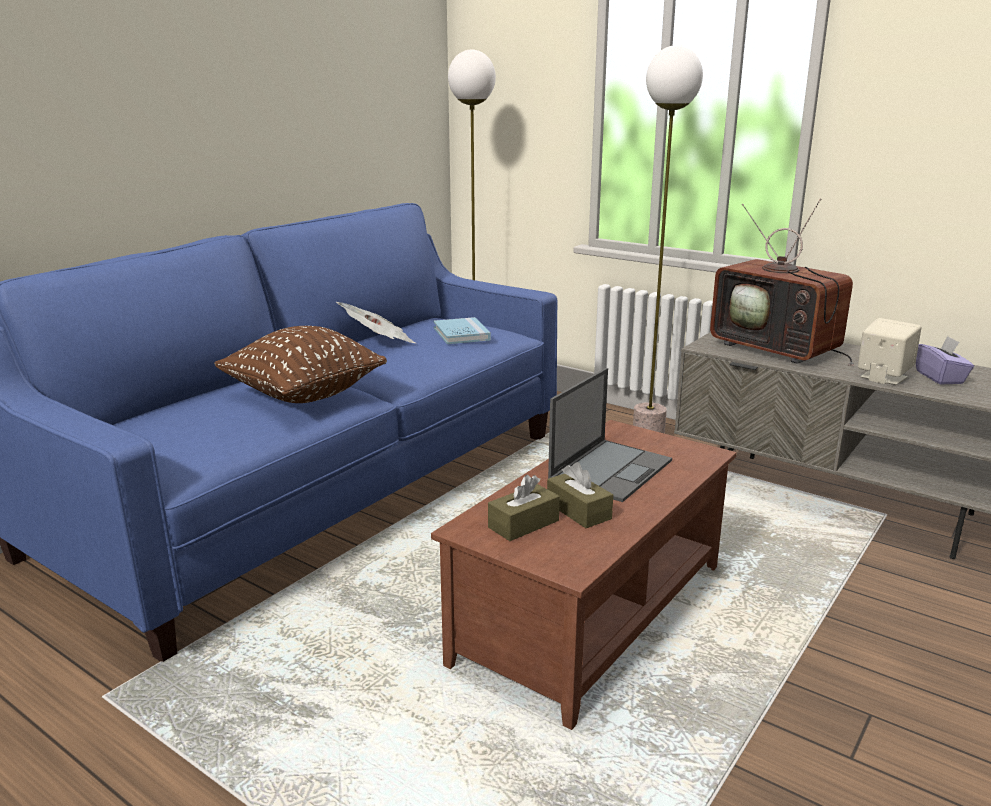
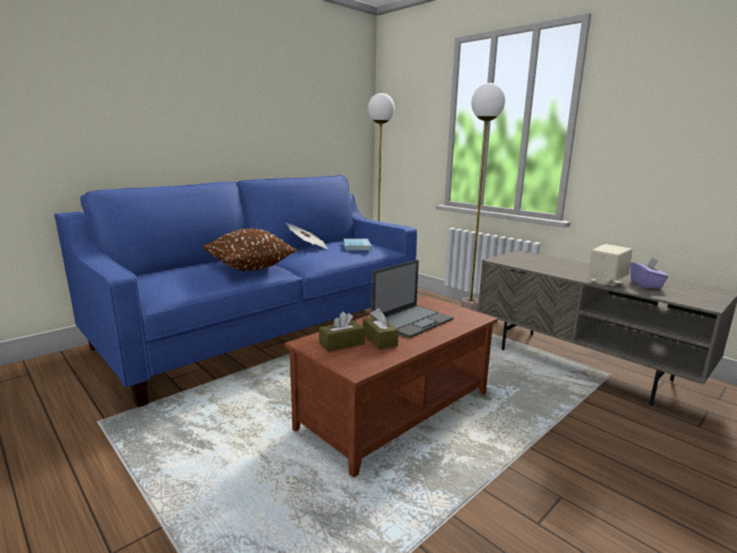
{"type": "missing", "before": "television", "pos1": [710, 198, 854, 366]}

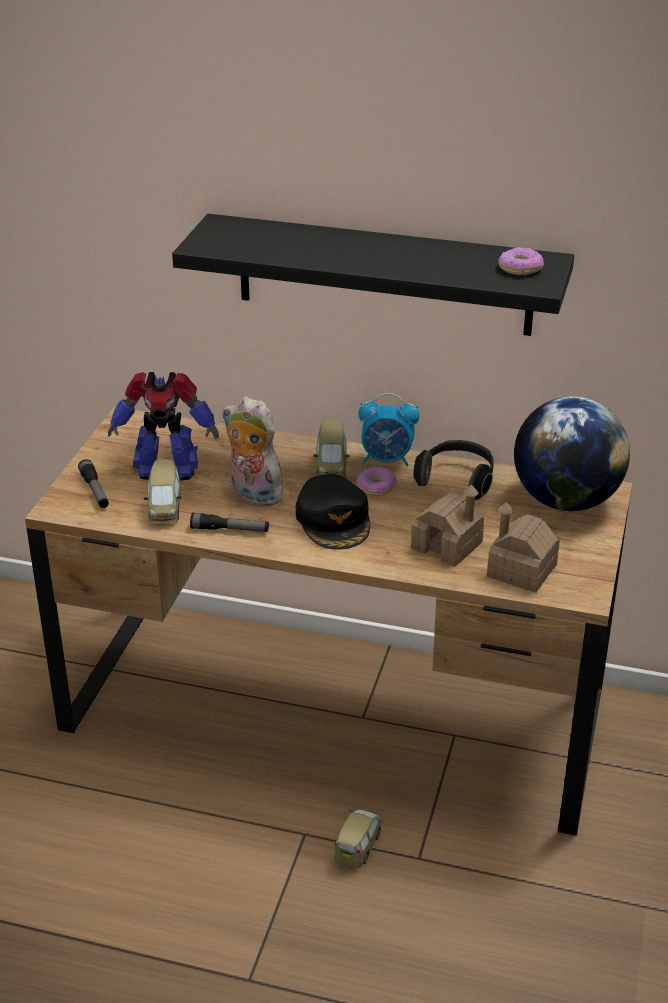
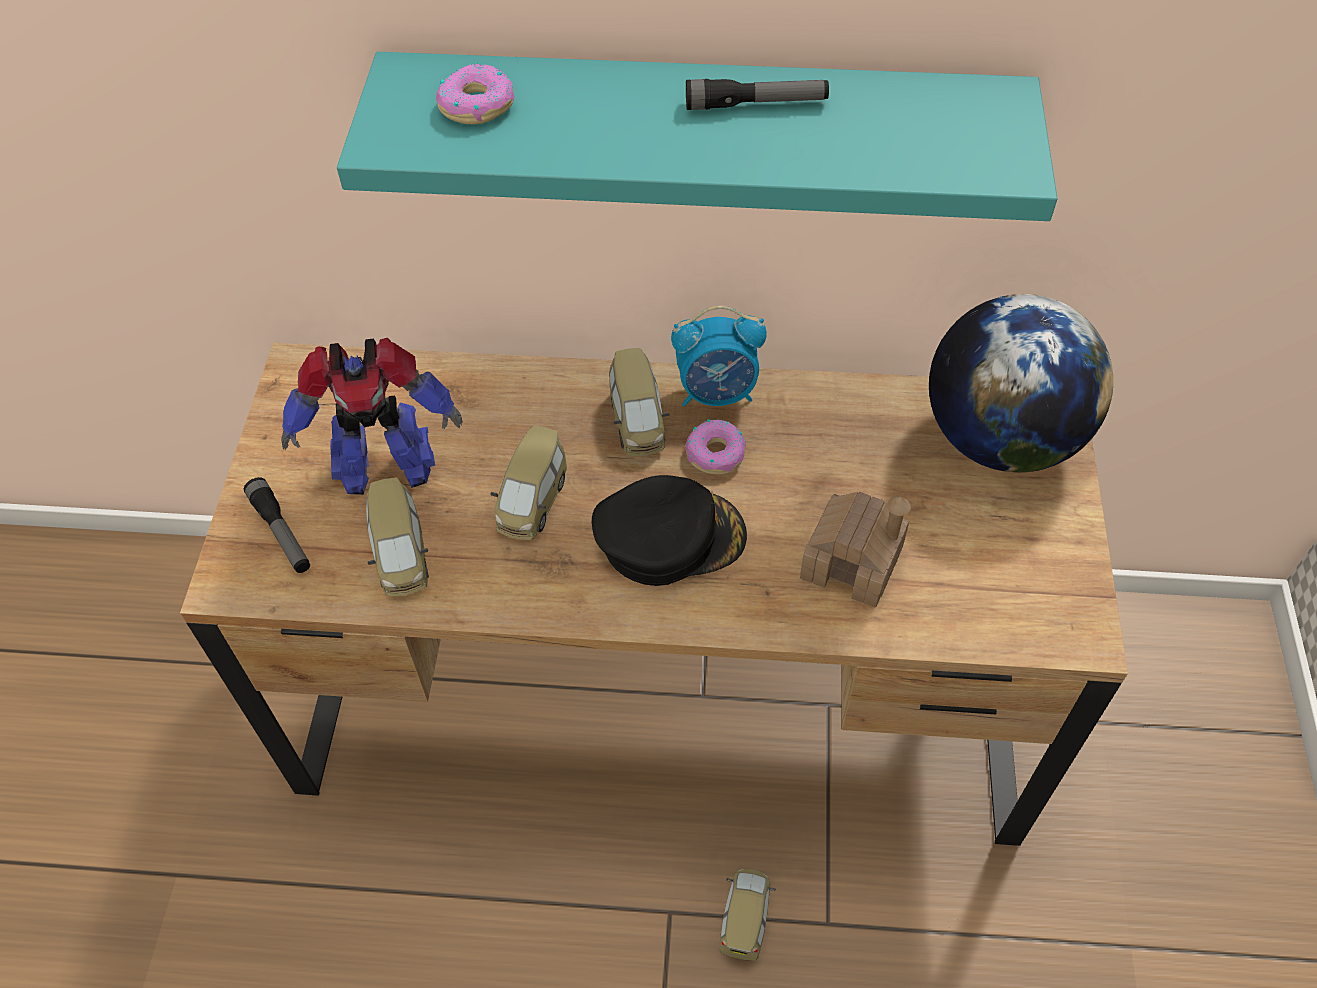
{"type": "colour", "before": "shelf (black)", "after": "shelf (turquoise)", "pos1": [172, 214, 574, 336], "pos2": [337, 52, 1057, 221]}
{"type": "relocated", "before": "donut", "pos1": [498, 247, 544, 275], "pos2": [436, 64, 515, 124]}
{"type": "exchanged", "before": "plush toy", "after": "toy car", "pos1": [222, 396, 286, 507], "pos2": [491, 425, 567, 540]}
{"type": "spun", "before": "cap (black)", "pos1": [296, 474, 370, 549], "pos2": [592, 475, 747, 586], "turn": -75}
{"type": "relocated", "before": "flashlight", "pos1": [190, 513, 269, 532], "pos2": [686, 79, 829, 110]}
{"type": "missing", "before": "headphones", "pos1": [413, 440, 493, 500]}
{"type": "missing", "before": "toy house", "pos1": [487, 502, 560, 593]}

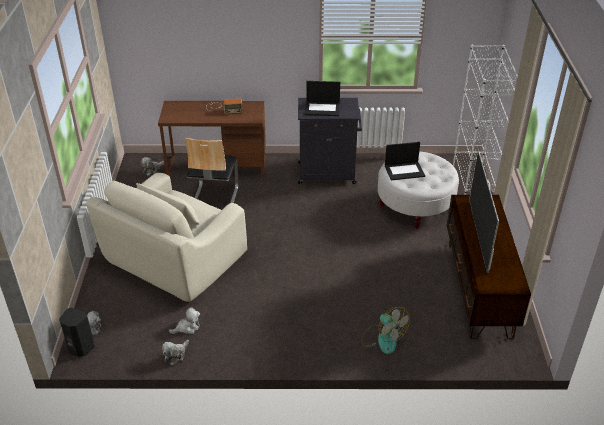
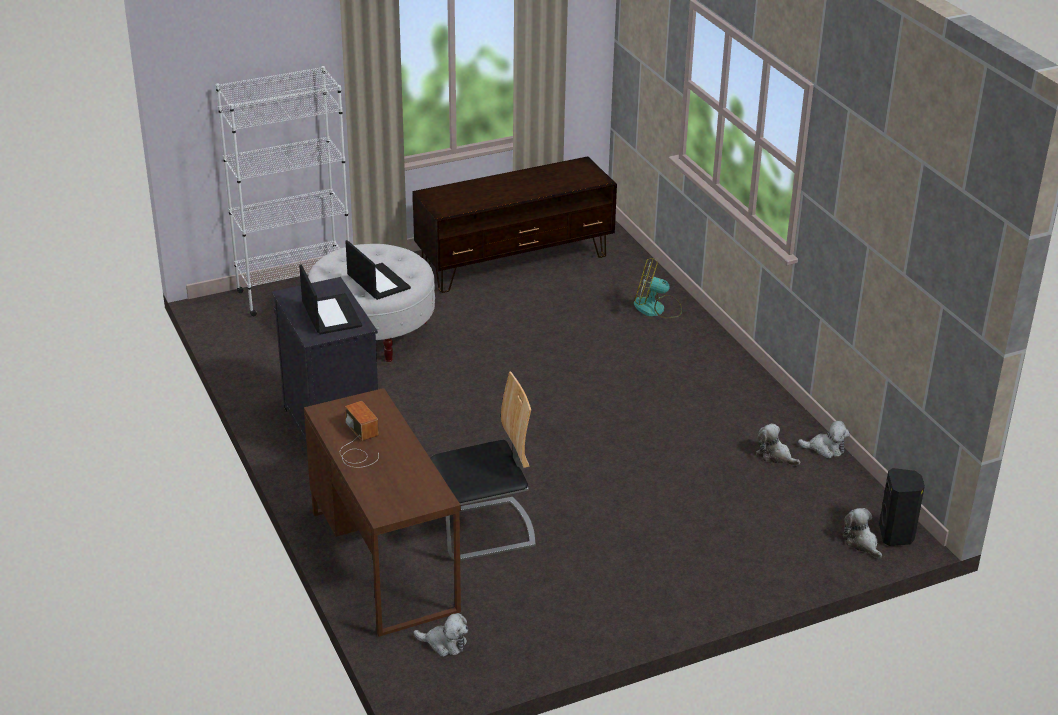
{"type": "spun", "before": "fan", "pos1": [361, 307, 410, 354], "pos2": [634, 258, 682, 319], "turn": -105}
{"type": "missing", "before": "armchair (beige)", "pos1": [86, 173, 247, 303]}
{"type": "missing", "before": "television", "pos1": [469, 151, 499, 273]}

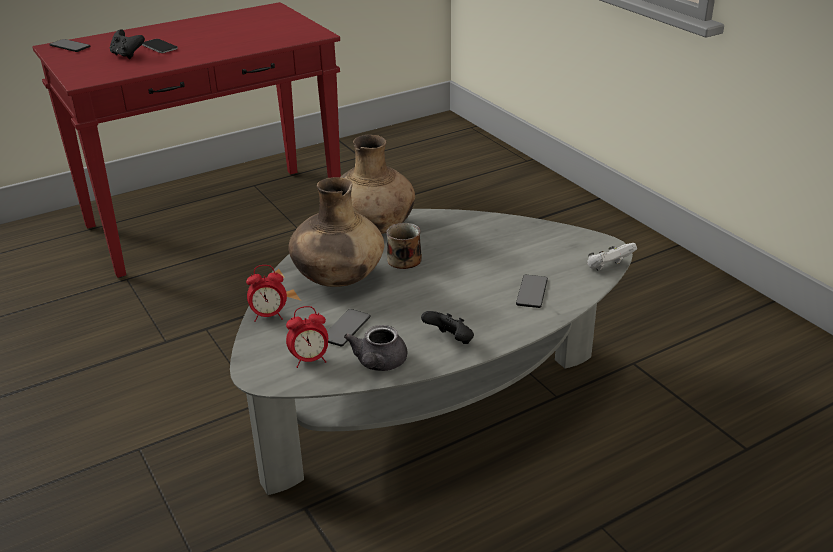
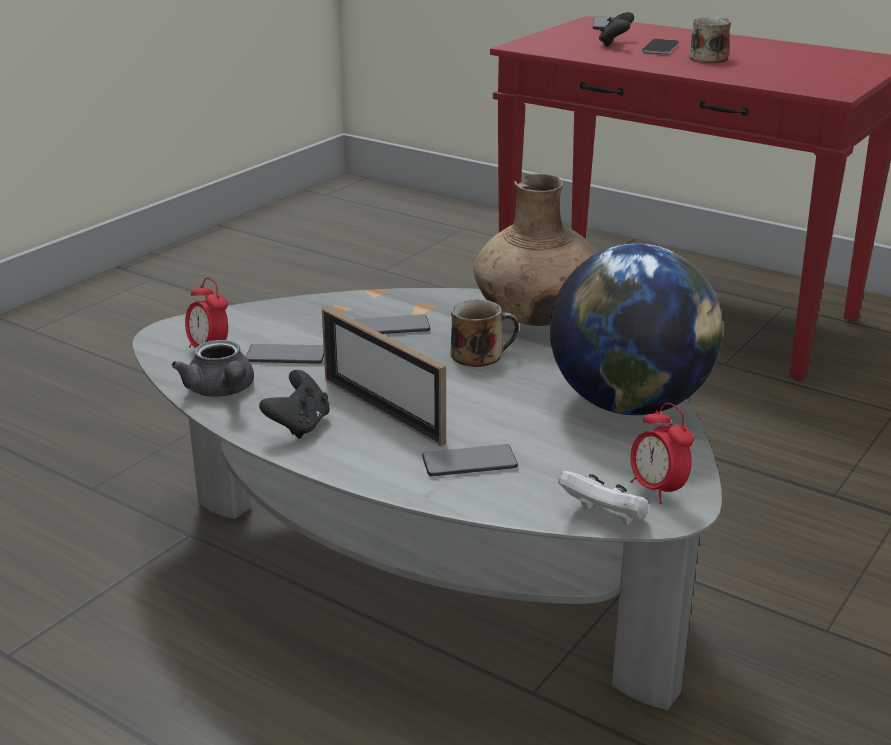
{"type": "spun", "before": "teapot (grey)", "pos1": [344, 325, 408, 371], "pos2": [172, 340, 254, 397], "turn": -105}
{"type": "appeared", "after": "picture frame", "pos2": [322, 307, 446, 446]}
{"type": "exchanged", "before": "vase (brown)", "after": "phone", "pos1": [289, 177, 384, 287], "pos2": [355, 315, 430, 334]}
{"type": "appeared", "after": "globe", "pos2": [550, 244, 723, 415]}
{"type": "relocated", "before": "alarm clock", "pos1": [246, 265, 287, 322], "pos2": [630, 403, 694, 504]}
{"type": "appeared", "after": "mug", "pos2": [689, 17, 731, 63]}

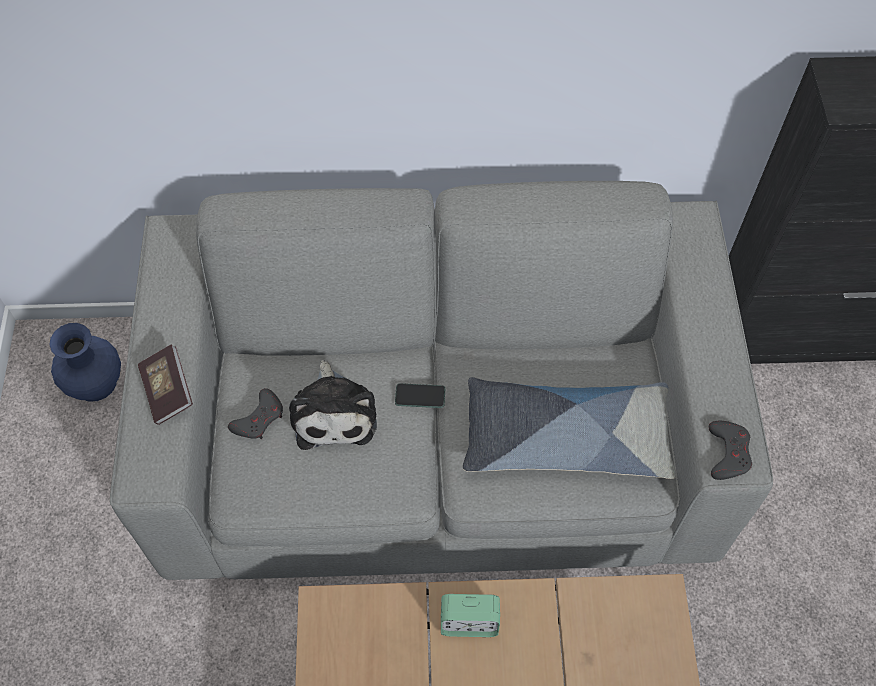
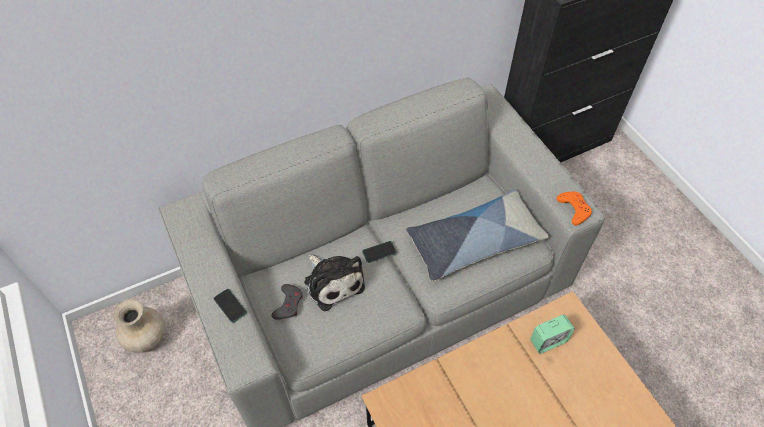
{"type": "colour", "before": "vase (blue)", "after": "vase (beige)", "pos1": [49, 323, 121, 402], "pos2": [113, 300, 165, 353]}
{"type": "exchanged", "before": "book", "after": "phone", "pos1": [138, 345, 193, 425], "pos2": [214, 289, 247, 323]}
{"type": "relocated", "before": "alarm clock", "pos1": [441, 594, 500, 637], "pos2": [530, 315, 575, 354]}
{"type": "colour", "before": "game controller (grey)", "after": "game controller (orange)", "pos1": [709, 421, 752, 480], "pos2": [556, 192, 592, 226]}

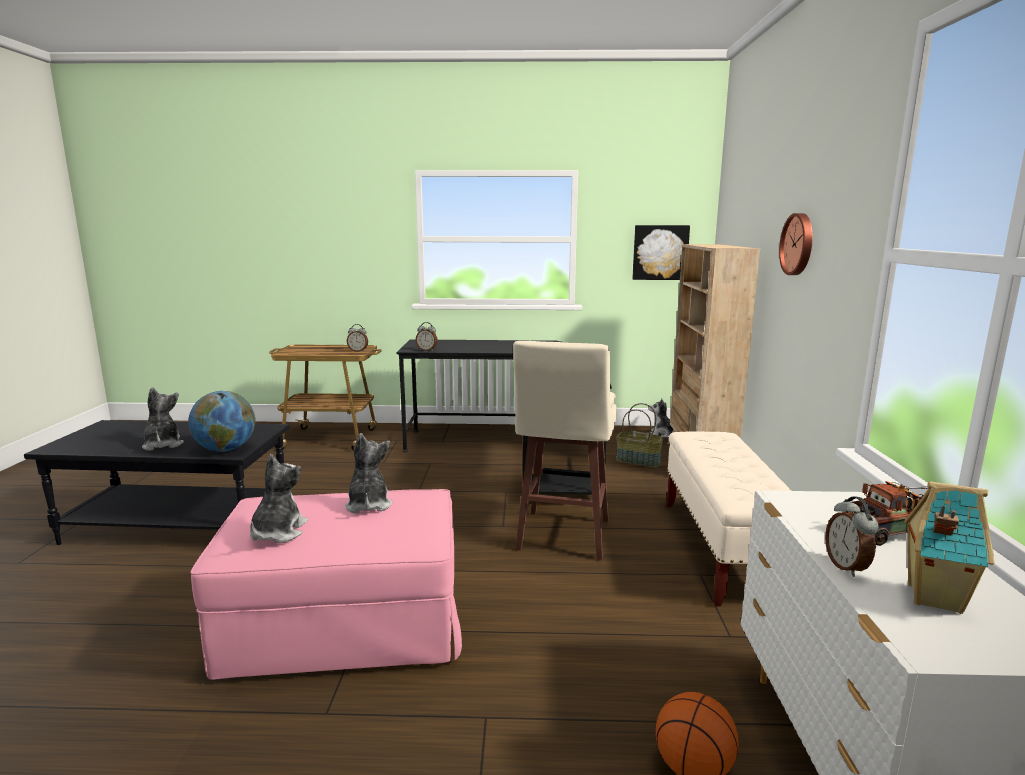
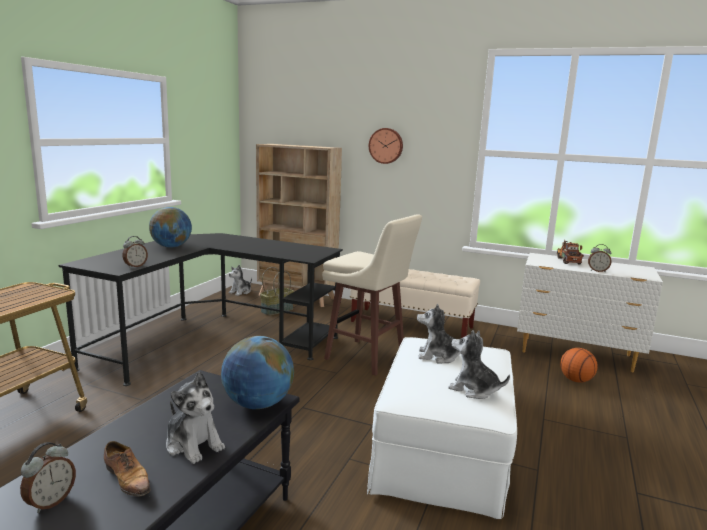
{"type": "relocated", "before": "alarm clock", "pos1": [347, 324, 368, 352], "pos2": [20, 442, 76, 513]}
{"type": "appeared", "after": "shoe", "pos2": [104, 441, 150, 497]}
{"type": "appeared", "after": "globe", "pos2": [149, 207, 192, 248]}
{"type": "spun", "before": "plush toy", "pos1": [142, 387, 184, 451], "pos2": [166, 372, 225, 464], "turn": -135}
{"type": "colour", "before": "ottoman (pink)", "after": "ottoman (white)", "pos1": [190, 489, 462, 680], "pos2": [367, 337, 517, 519]}
{"type": "missing", "before": "picture", "pos1": [632, 225, 690, 280]}
{"type": "missing", "before": "toy house", "pos1": [904, 481, 994, 614]}

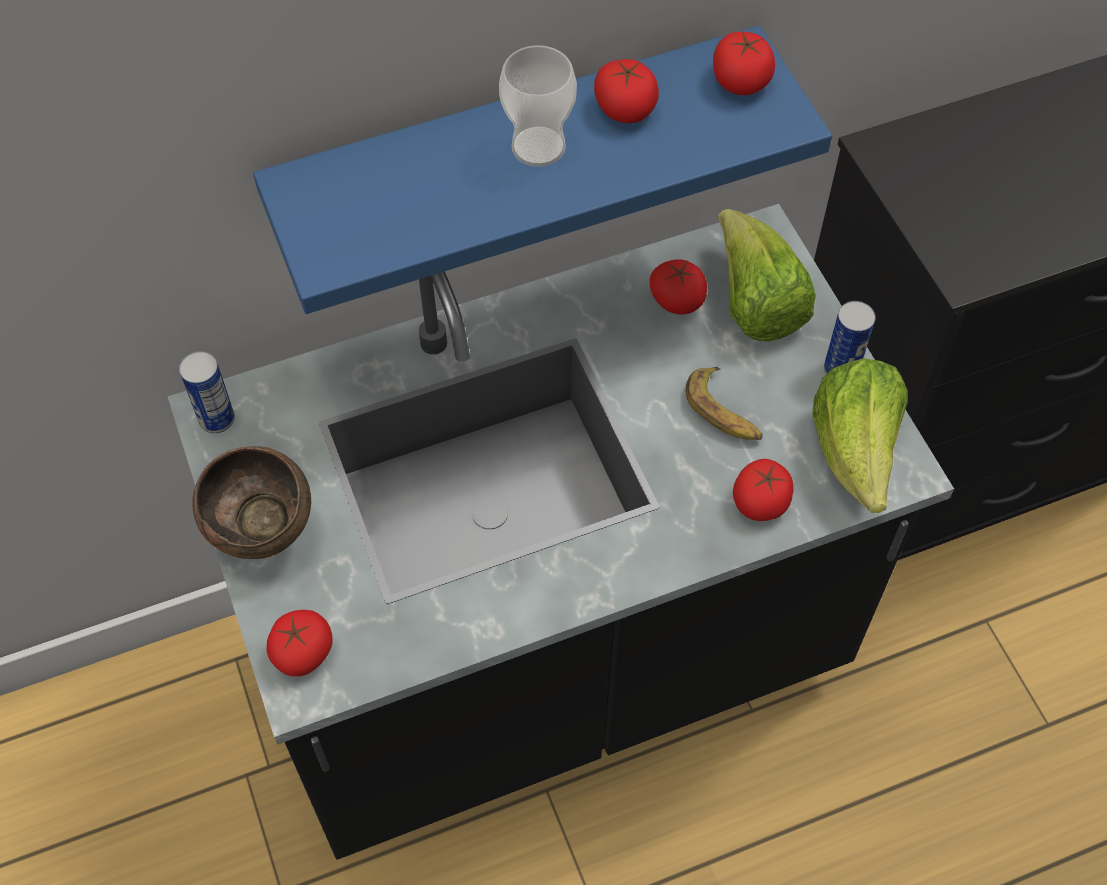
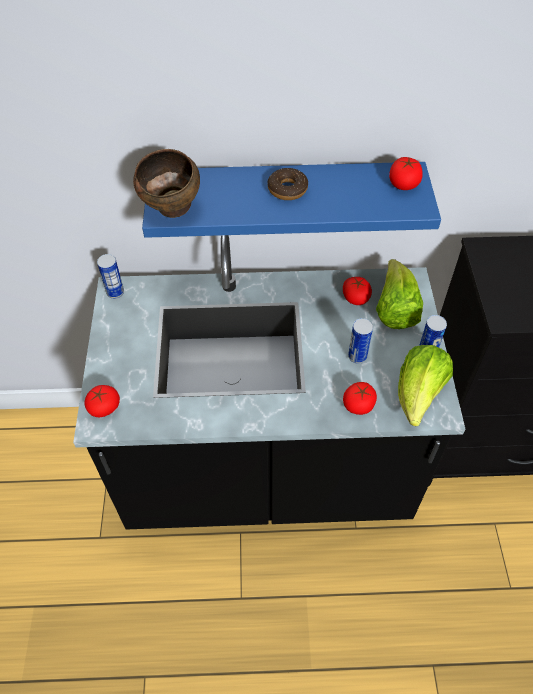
{"type": "relocated", "before": "bowl (brown)", "pos1": [192, 446, 311, 559], "pos2": [133, 149, 200, 218]}
{"type": "exchanged", "before": "cup", "after": "donut", "pos1": [499, 45, 577, 167], "pos2": [268, 168, 308, 200]}
{"type": "exchanged", "before": "banana", "after": "can", "pos1": [685, 367, 763, 440], "pos2": [348, 318, 373, 364]}
{"type": "missing", "before": "tomato", "pos1": [594, 59, 659, 123]}

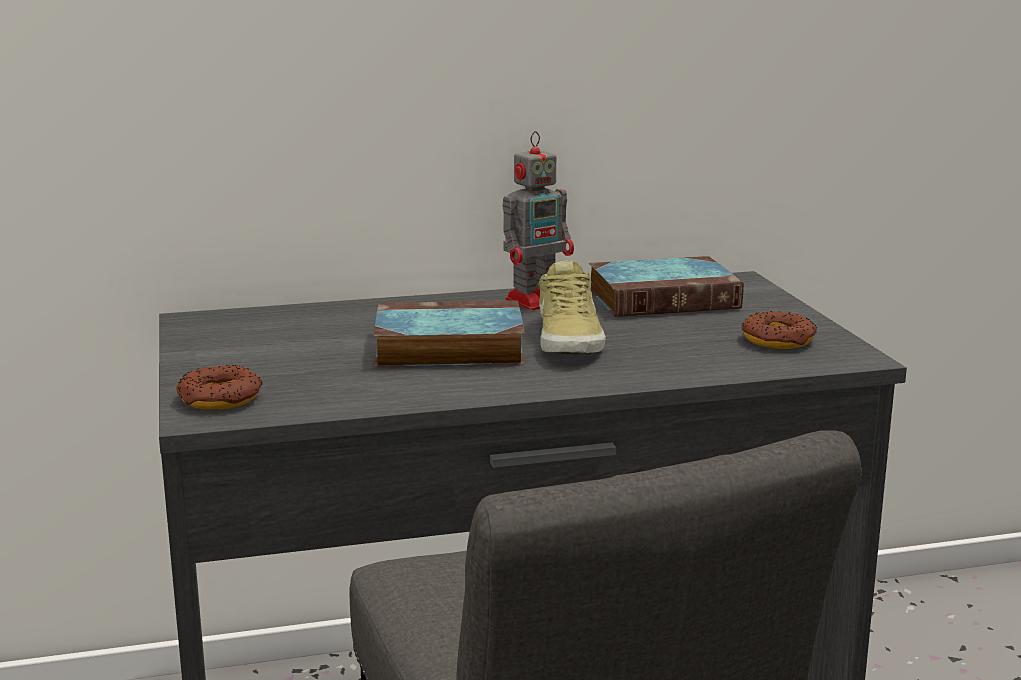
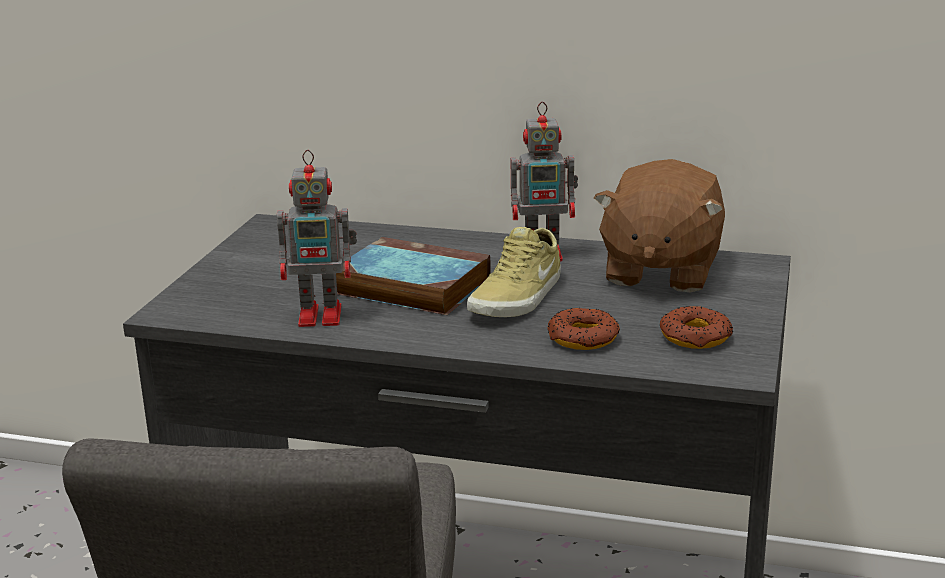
{"type": "appeared", "after": "toy robot", "pos2": [277, 150, 357, 327]}
{"type": "relocated", "before": "donut", "pos1": [176, 365, 262, 410], "pos2": [548, 308, 620, 350]}
{"type": "exchanged", "before": "book", "after": "plush toy (brown)", "pos1": [589, 256, 744, 317], "pos2": [594, 159, 725, 292]}

